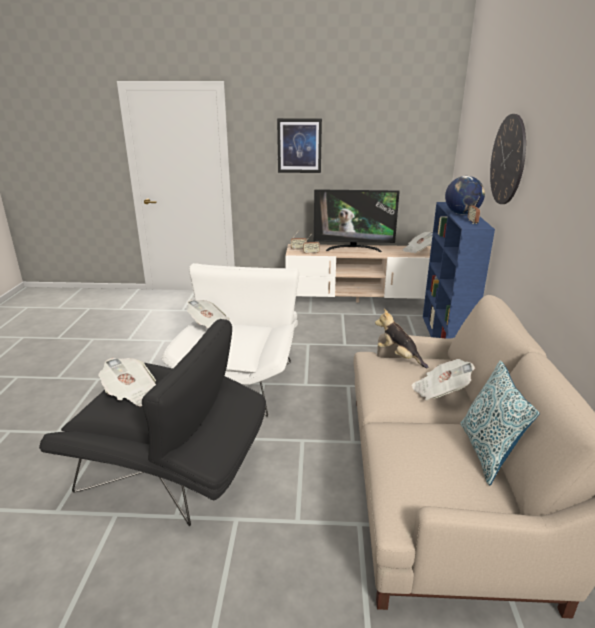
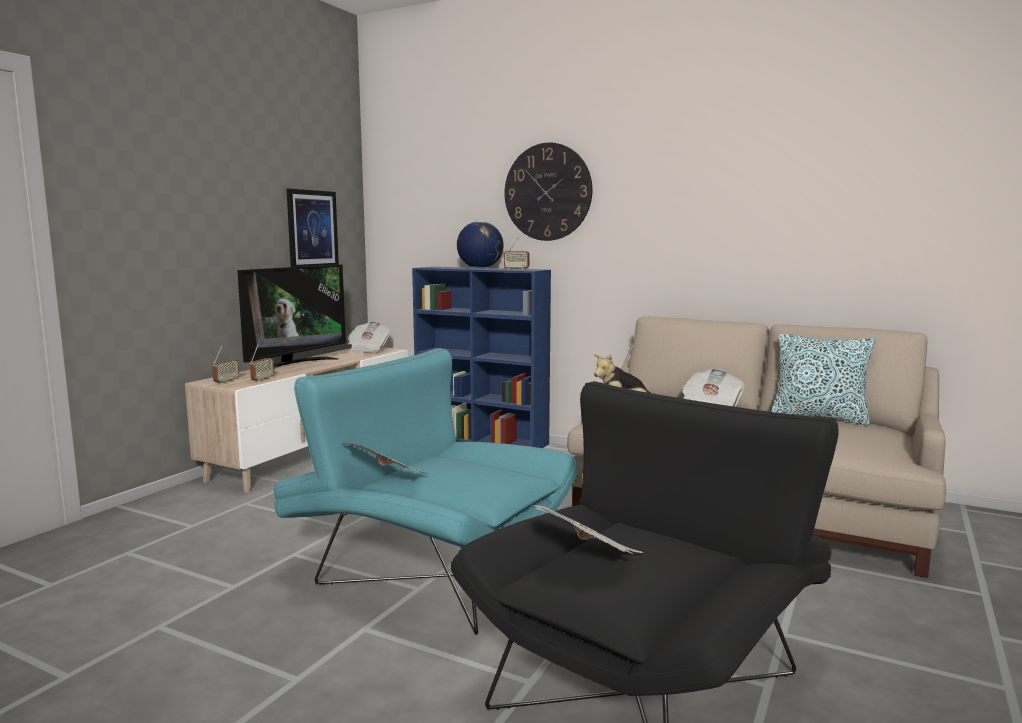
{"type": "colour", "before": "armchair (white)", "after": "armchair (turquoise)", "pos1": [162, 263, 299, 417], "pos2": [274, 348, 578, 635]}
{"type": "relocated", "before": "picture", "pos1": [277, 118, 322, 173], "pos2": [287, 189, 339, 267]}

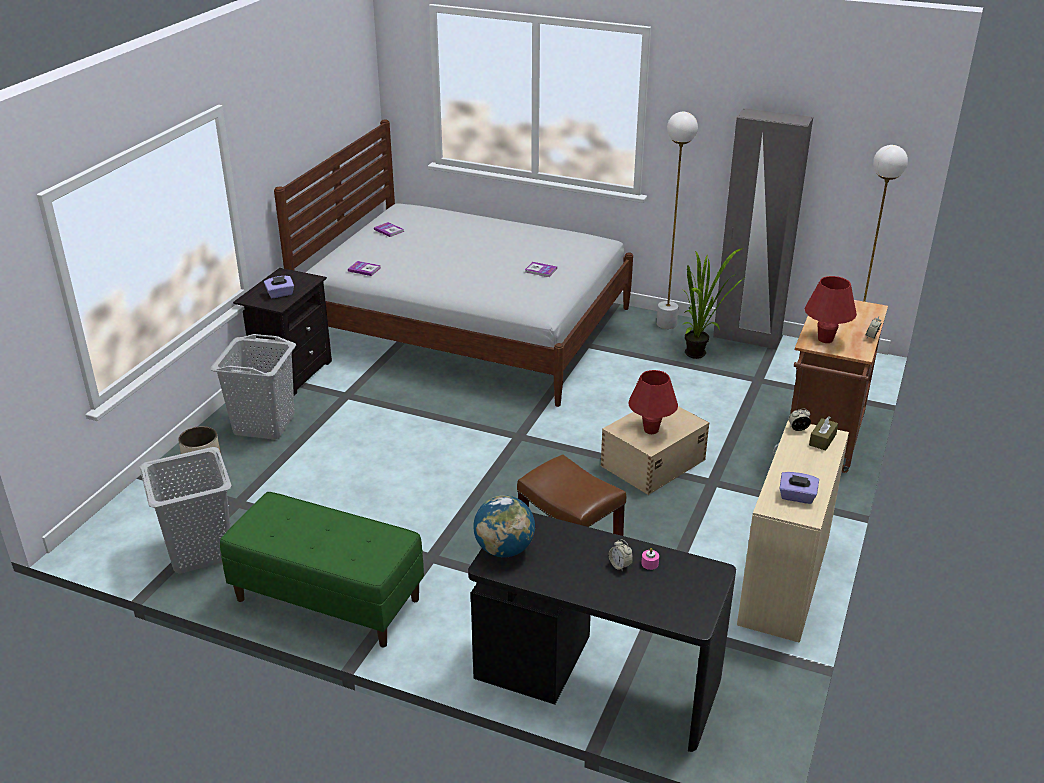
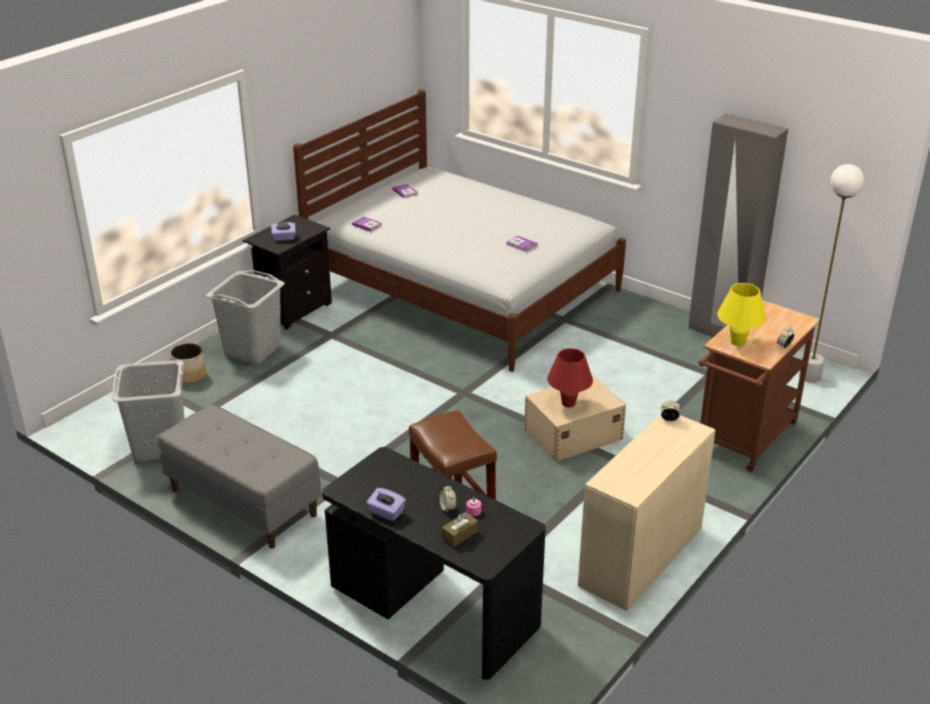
{"type": "colour", "before": "bench (green)", "after": "bench (grey)", "pos1": [220, 492, 424, 647], "pos2": [158, 404, 321, 548]}
{"type": "relocated", "before": "tissue box (purple)", "pos1": [779, 472, 819, 504], "pos2": [367, 488, 406, 521]}
{"type": "relocated", "before": "tissue box (brown)", "pos1": [809, 416, 838, 451], "pos2": [441, 512, 478, 547]}
{"type": "colour", "before": "table lamp (red)", "after": "table lamp (yellow)", "pos1": [804, 276, 857, 343], "pos2": [717, 283, 766, 346]}
{"type": "missing", "before": "globe", "pos1": [473, 495, 535, 557]}
{"type": "missing", "before": "floor lamp (white)", "pos1": [657, 112, 698, 329]}
{"type": "missing", "before": "potted plant", "pos1": [682, 248, 743, 359]}

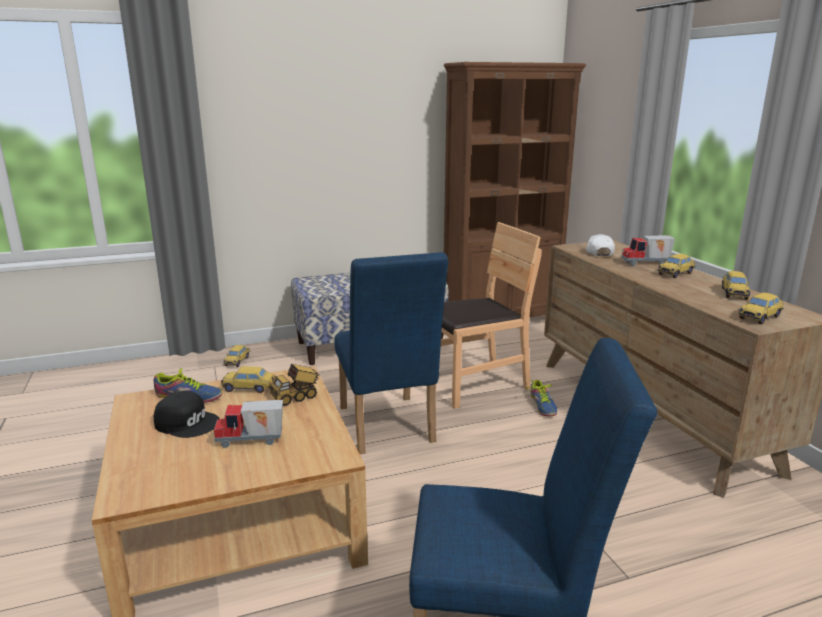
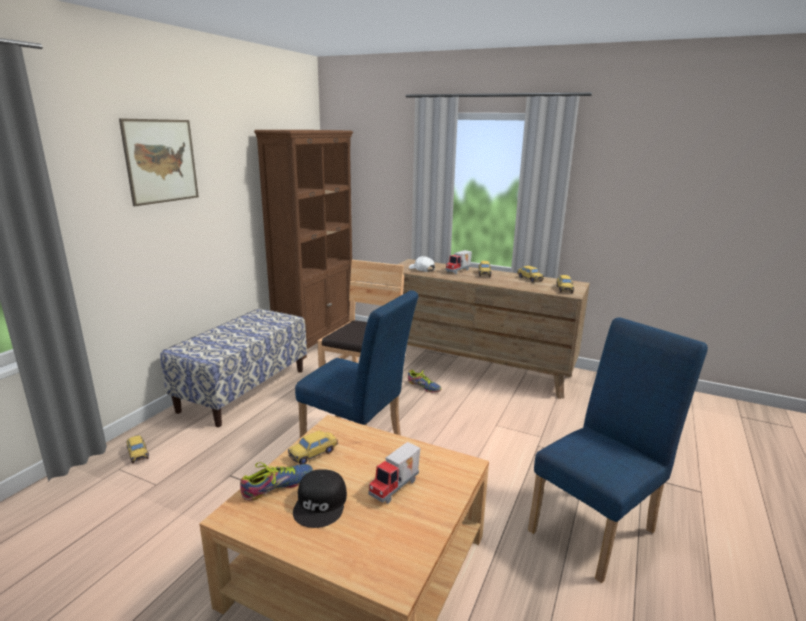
{"type": "appeared", "after": "picture", "pos2": [119, 118, 199, 206]}
{"type": "spun", "before": "cap (black)", "pos1": [154, 391, 220, 438], "pos2": [293, 469, 347, 528], "turn": 120}
{"type": "missing", "before": "toy truck", "pos1": [270, 364, 320, 406]}

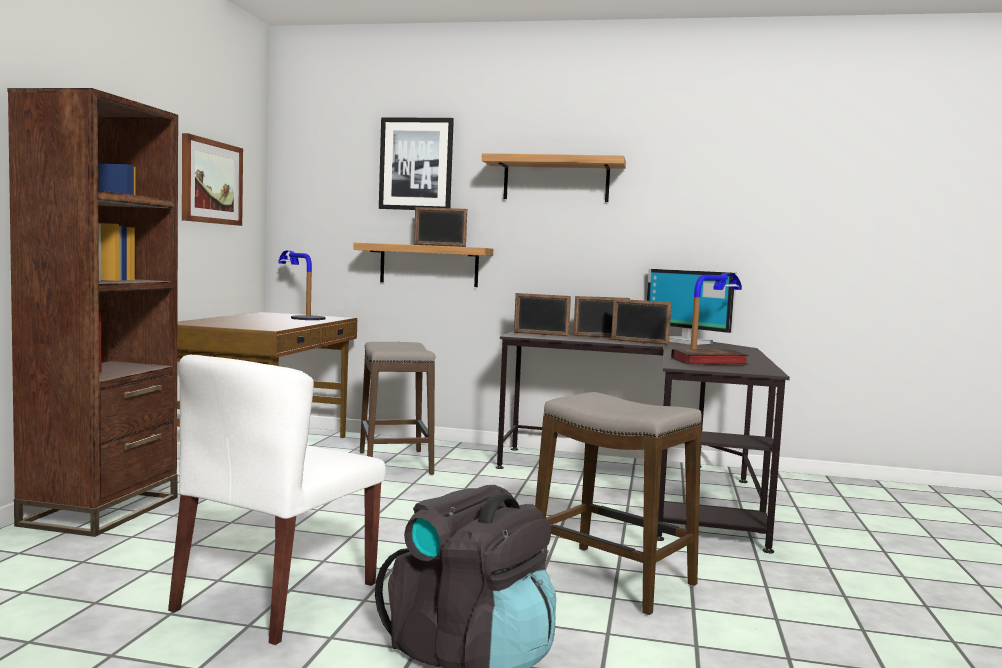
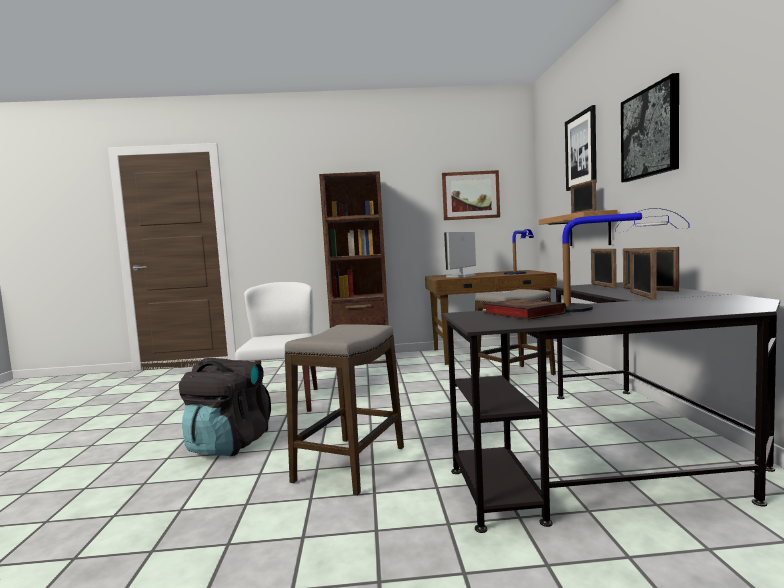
{"type": "spun", "before": "chair (white)", "pos1": [168, 355, 386, 645], "pos2": [235, 282, 318, 412], "turn": 75}
{"type": "relocated", "before": "monitor", "pos1": [647, 269, 737, 345], "pos2": [444, 232, 476, 278]}
{"type": "exchanged", "before": "shelf", "after": "picture", "pos1": [482, 153, 626, 202], "pos2": [621, 73, 679, 182]}

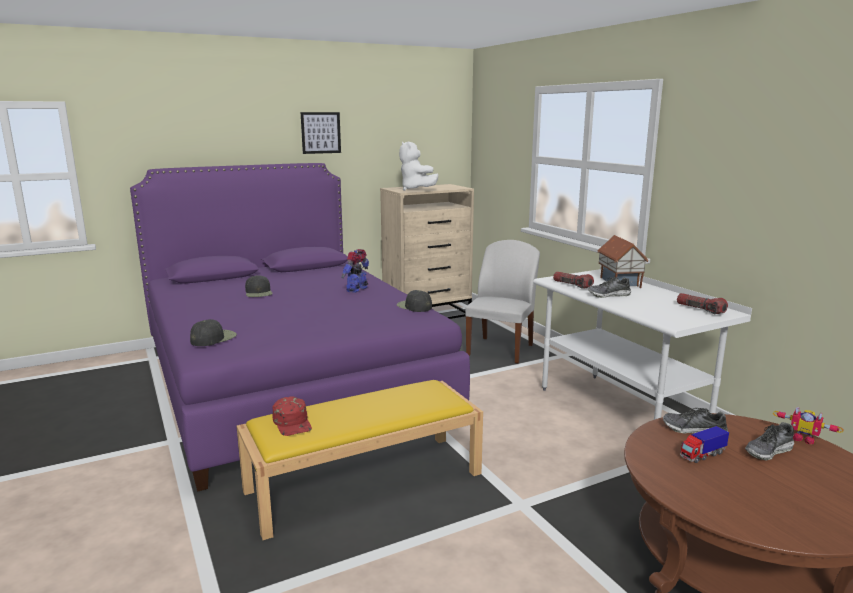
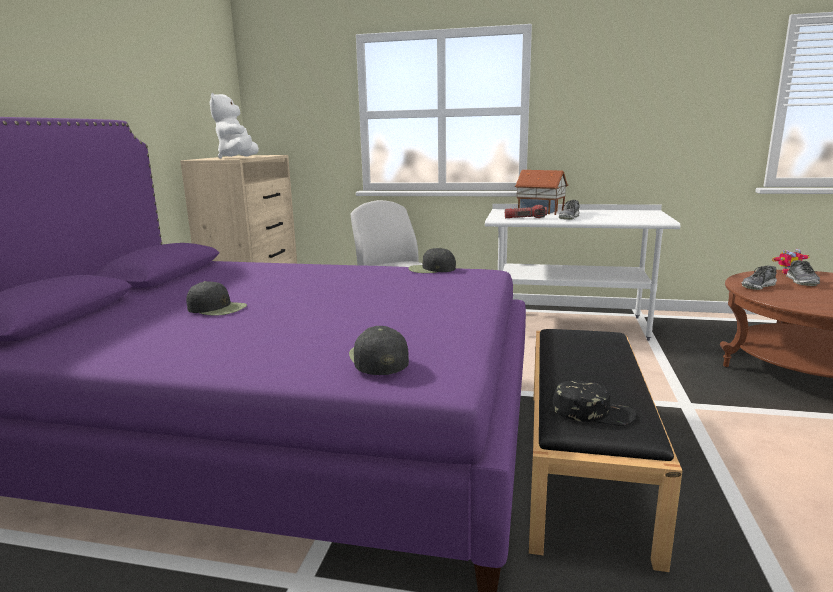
{"type": "spun", "before": "plush toy (white)", "pos1": [399, 141, 438, 191], "pos2": [209, 93, 259, 158], "turn": 75}
{"type": "colour", "before": "bench (yellow)", "after": "bench (black)", "pos1": [236, 380, 483, 540], "pos2": [529, 329, 682, 572]}
{"type": "colour", "before": "cap (red)", "after": "cap (black)", "pos1": [272, 396, 312, 436], "pos2": [553, 380, 636, 425]}
{"type": "missing", "before": "picture", "pos1": [300, 112, 341, 154]}
{"type": "missing", "before": "toy robot", "pos1": [341, 249, 369, 293]}
{"type": "missing", "before": "flashlight", "pos1": [677, 293, 728, 314]}
{"type": "missing", "before": "toy truck", "pos1": [680, 426, 729, 463]}

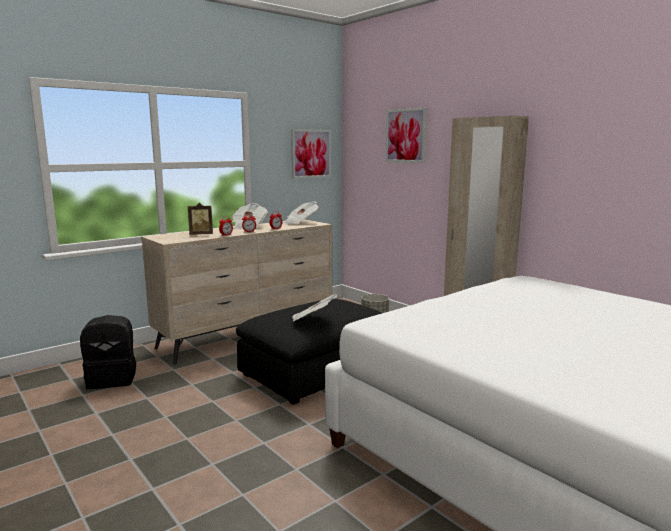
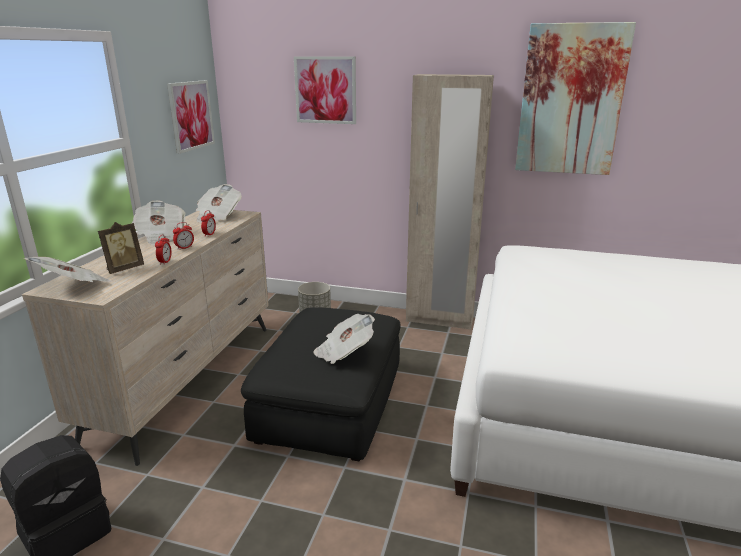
{"type": "appeared", "after": "newspaper", "pos2": [24, 257, 112, 282]}
{"type": "appeared", "after": "picture", "pos2": [515, 22, 636, 175]}

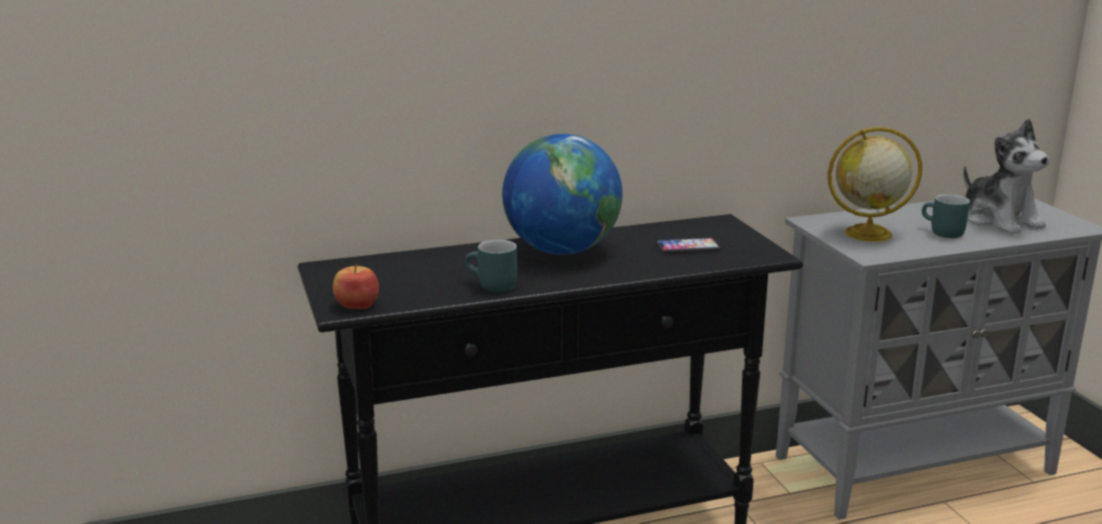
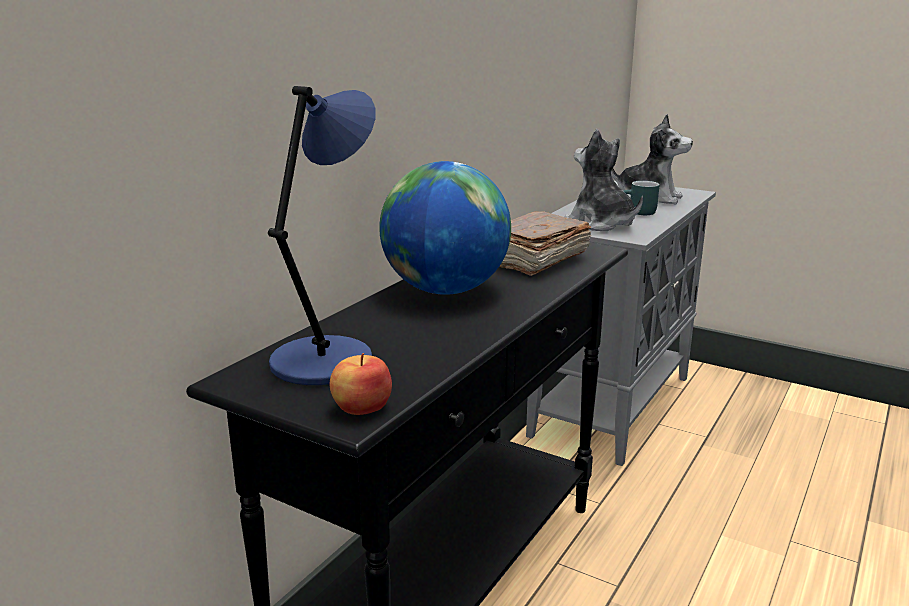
{"type": "appeared", "after": "table lamp (blue)", "pos2": [268, 86, 375, 385]}
{"type": "exchanged", "before": "phone", "after": "book (brown)", "pos1": [657, 238, 720, 253], "pos2": [499, 211, 591, 276]}
{"type": "exchanged", "before": "globe", "after": "plush toy", "pos1": [828, 127, 922, 242], "pos2": [564, 129, 643, 231]}
{"type": "missing", "before": "mug (turquoise)", "pos1": [465, 239, 517, 292]}

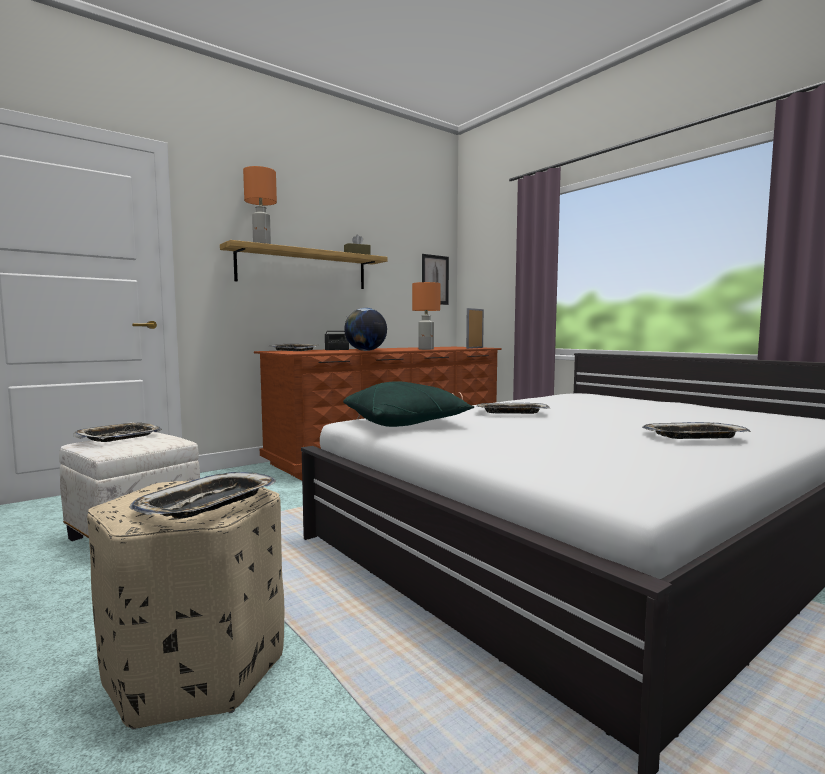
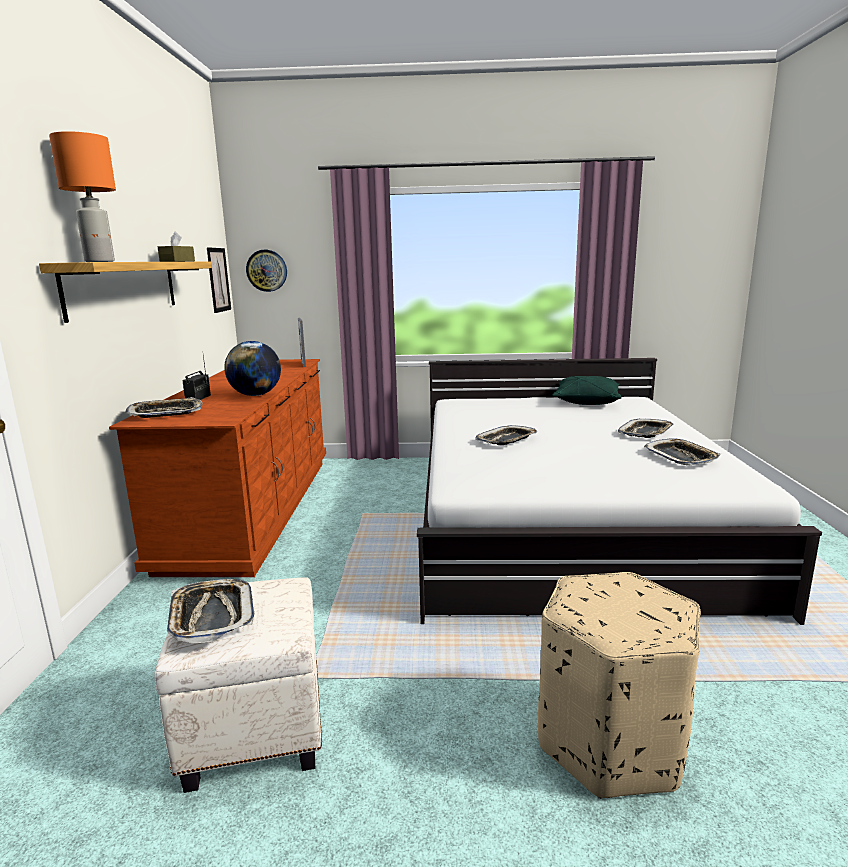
{"type": "appeared", "after": "wall clock", "pos2": [246, 250, 287, 292]}
{"type": "relocated", "before": "pillow (green)", "pos1": [343, 381, 474, 427], "pos2": [552, 376, 622, 405]}
{"type": "relocated", "before": "tray", "pos1": [129, 472, 276, 518], "pos2": [644, 439, 721, 465]}
{"type": "missing", "before": "table lamp (orange)", "pos1": [412, 282, 440, 350]}

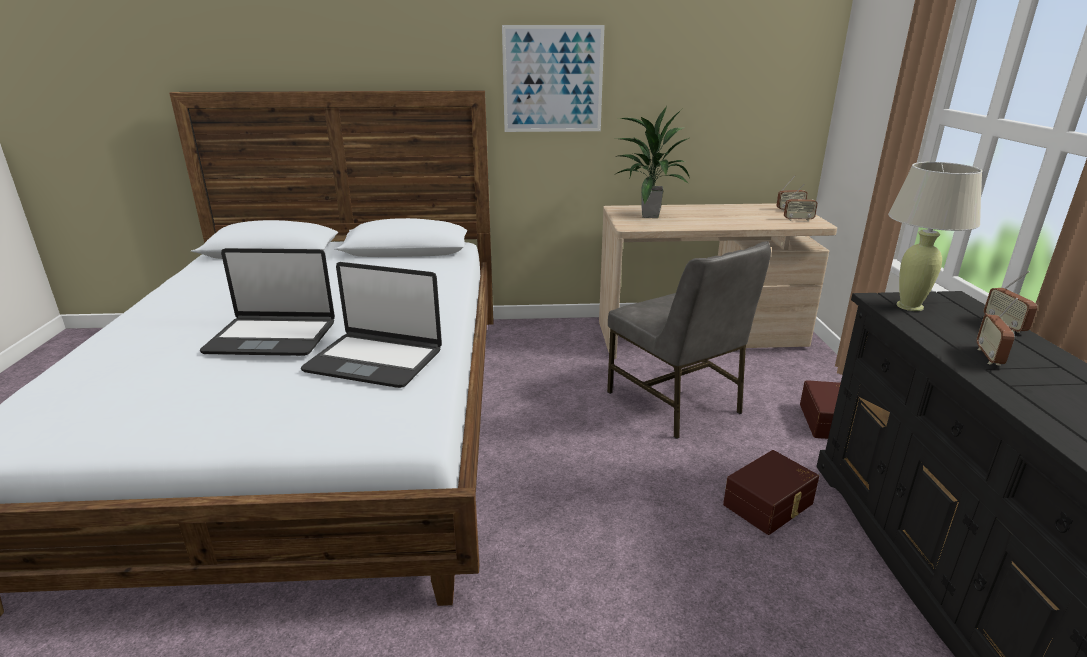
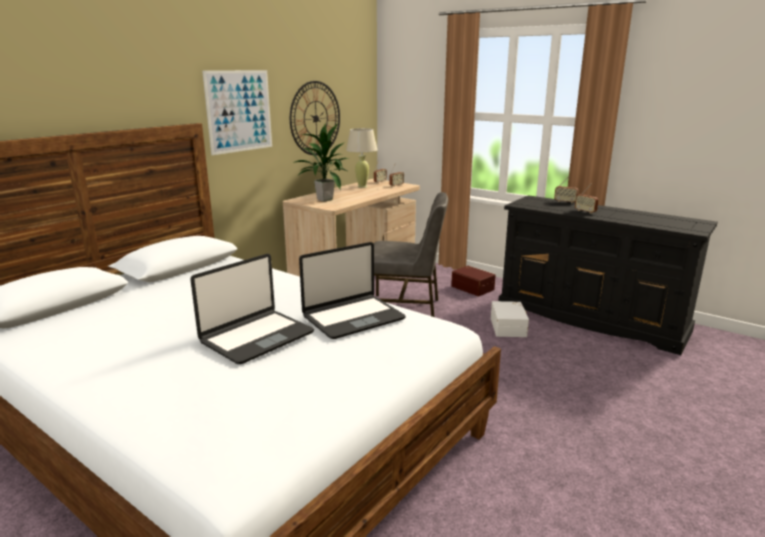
{"type": "appeared", "after": "wall clock", "pos2": [290, 81, 340, 155]}
{"type": "relocated", "before": "table lamp (beige)", "pos1": [888, 162, 982, 311], "pos2": [346, 128, 377, 188]}
{"type": "colour", "before": "storage box (brown)", "after": "storage box (white)", "pos1": [723, 450, 819, 535], "pos2": [491, 301, 529, 337]}

